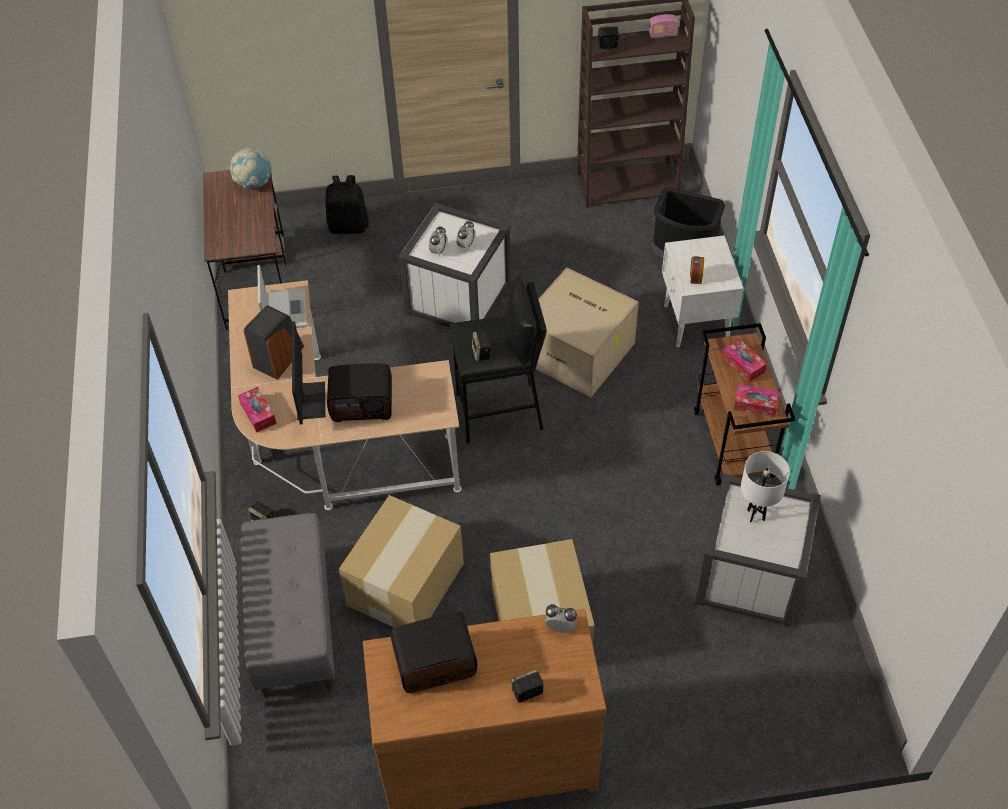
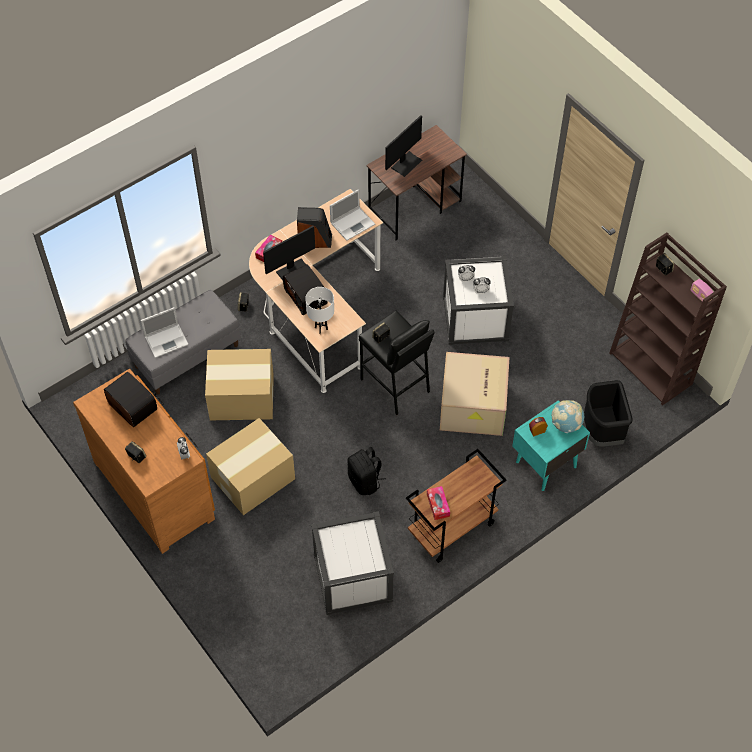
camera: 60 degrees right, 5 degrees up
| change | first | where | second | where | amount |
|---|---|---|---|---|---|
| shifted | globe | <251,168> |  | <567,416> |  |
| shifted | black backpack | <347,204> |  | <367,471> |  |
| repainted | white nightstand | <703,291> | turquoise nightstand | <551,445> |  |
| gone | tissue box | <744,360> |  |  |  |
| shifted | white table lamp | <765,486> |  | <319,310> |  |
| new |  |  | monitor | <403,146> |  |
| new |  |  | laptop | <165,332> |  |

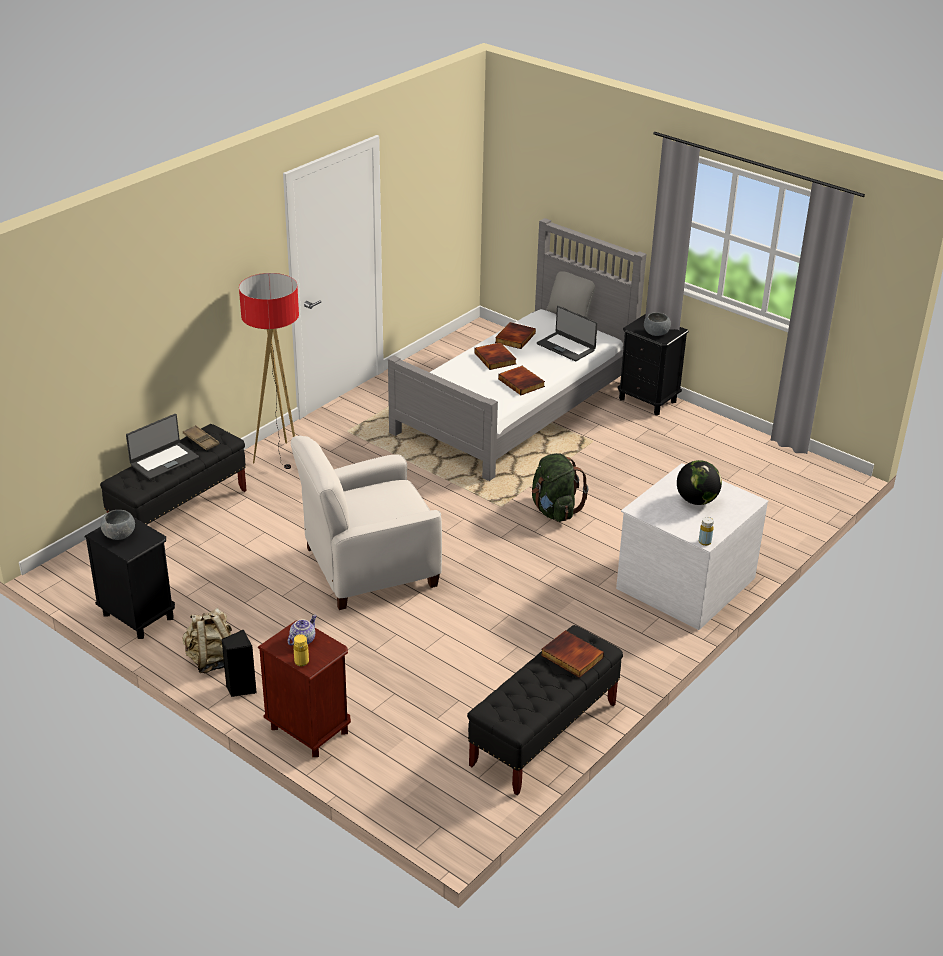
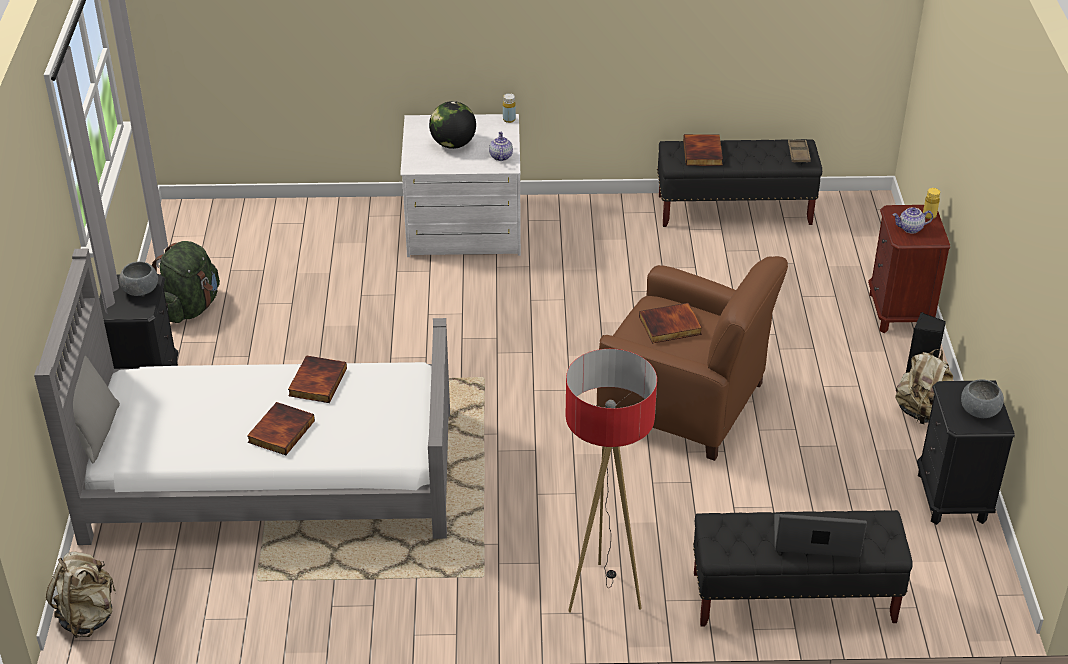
camera: 130 degrees left, 5 degrees up
| change | first | where | second | where | amount |
|---|---|---|---|---|---|
| gone | laptop | <567,333> |  |  |  |
| shifted | book | <515,335> |  | <670,323> |  |
| shifted | brown tray | <201,438> |  | <799,151> |  |
| repainted | white armchair | <366,523> | brown armchair | <692,358> |  |
| shifted | green backpack | <560,487> |  | <186,282> |  |
| new |  |  | teapot | <501,146> |  |
| new |  |  | beige backpack | <81,595> |  |

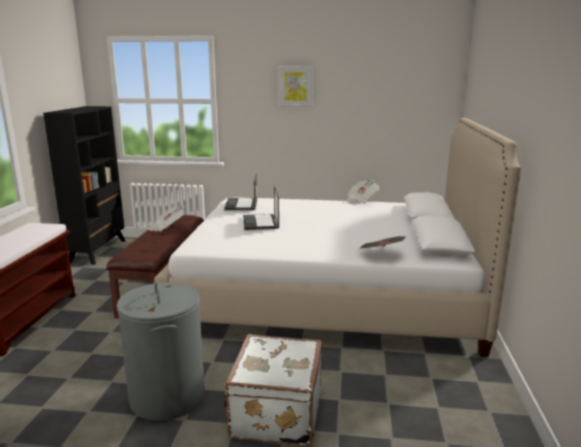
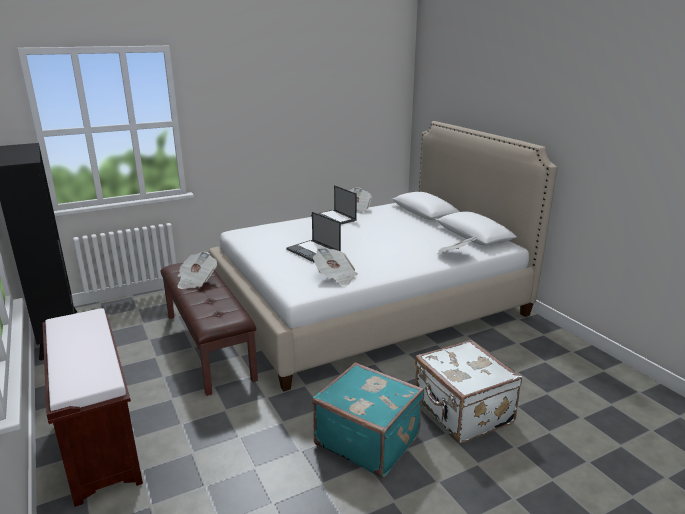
camera: 35 degrees left, 5 degrees up
| change | first | where | second | where | amount |
|---|---|---|---|---|---|
| gone | picture | <296,86> |  |  |  |
| shifted | laptop | <240,191> |  | <334,204> |  |
| swapped | grey laundry basket | <160,351> | turquoise suitcase | <368,420> |  |
| new |  |  | newspaper | <335,266> |  |

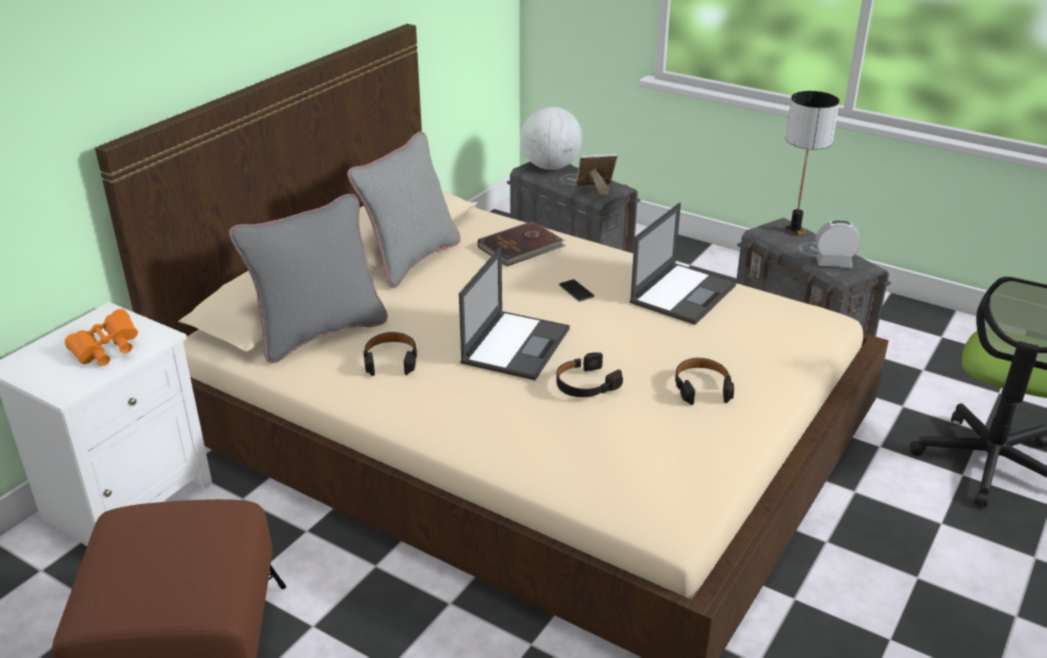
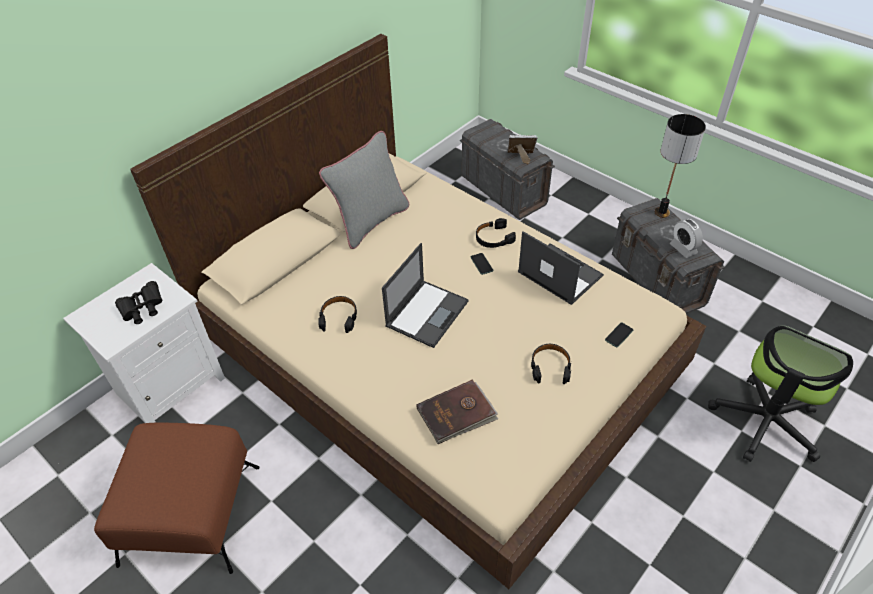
camera: 10 degrees right, 15 degrees up
| change | first | where | second | where | amount |
|---|---|---|---|---|---|
| gone | globe | <551,138> |  |  |  |
| gone | grey pillow | <308,278> |  |  |  |
| rotated | laptop | <682,264> |  | <561,268> | 90 degrees counterclockwise |
| rotated | alarm clock | <838,244> |  | <686,238> | 135 degrees counterclockwise |
| shifted | brown book | <522,243> |  | <457,411> |  |
| repainted | orange binoculars | <101,337> | black binoculars | <138,302> |  |
| shifted | black headphones | <589,374> |  | <496,233> |  |
| new |  |  | phone | <619,335> |  |

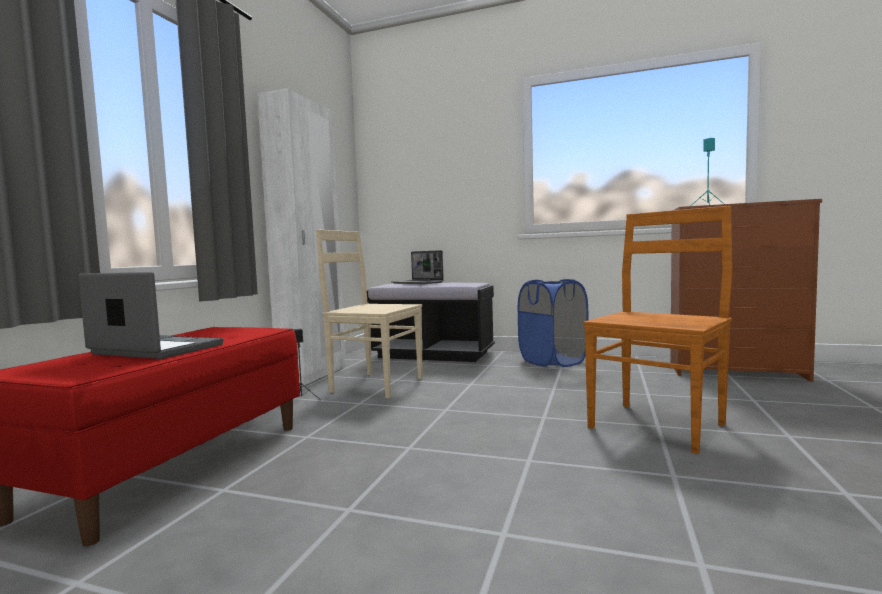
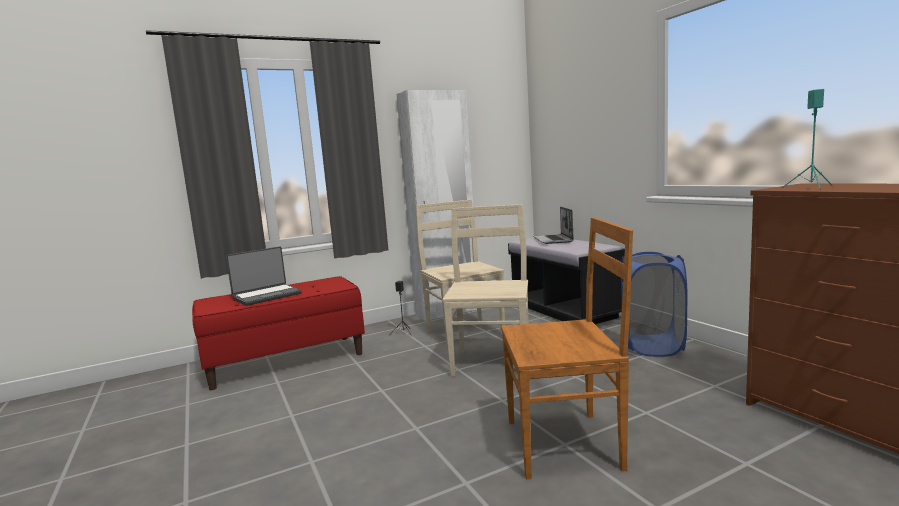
camera: 45 degrees right, 5 degrees up
| change | first | where | second | where | amount |
|---|---|---|---|---|---|
| rotated | laptop | <150,315> |  | <264,276> | 75 degrees clockwise |
| new |  |  | beige chair | <485,290> |  |

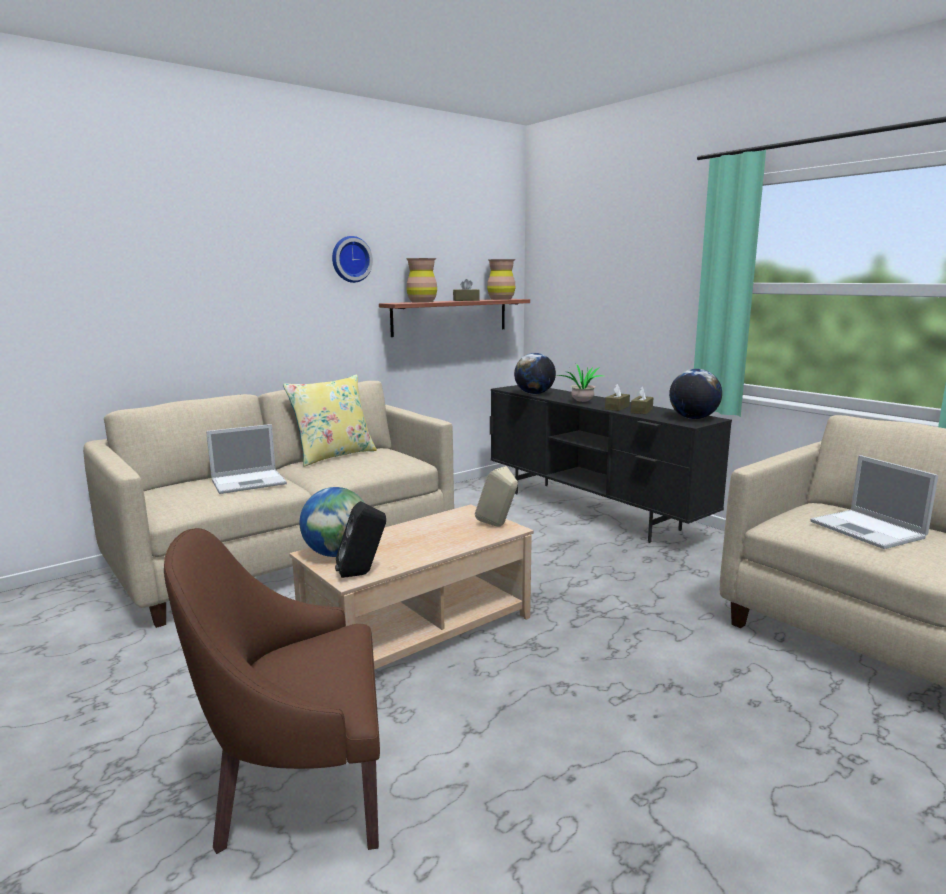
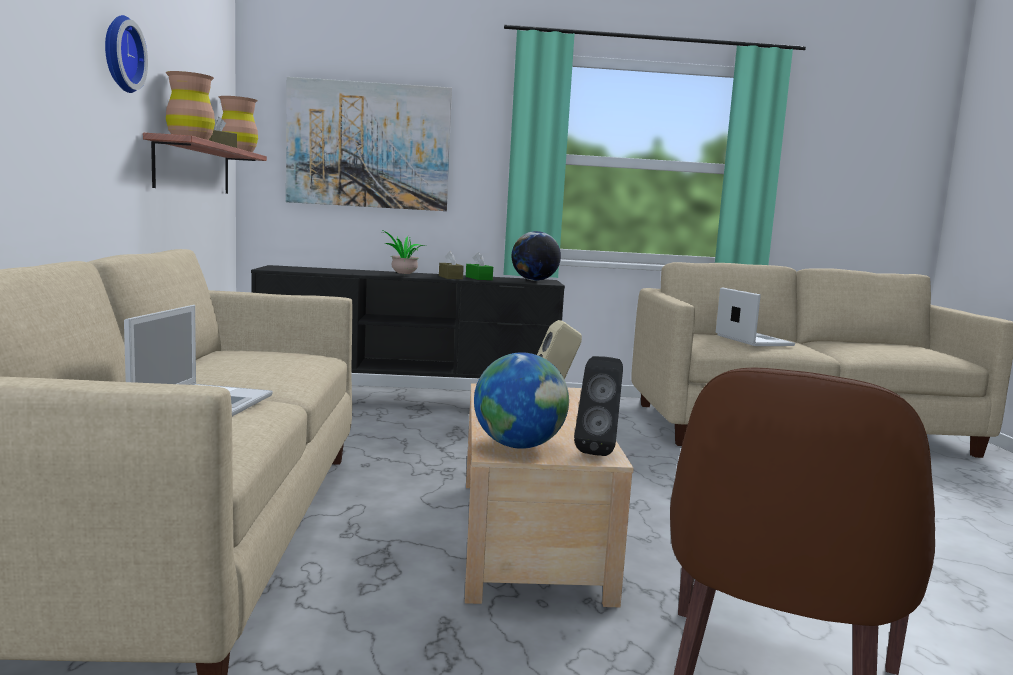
camera: 55 degrees left, 5 degrees down
| change | first | where | second | where | amount |
|---|---|---|---|---|---|
| gone | globe | <535,373> |  |  |  |
| gone | yellow pillow | <330,421> |  |  |  |
| repainted | brown tissue box | <642,400> | green tissue box | <479,266> |  |
| rotated | laptop | <874,502> |  | <755,316> | 120 degrees counterclockwise |
| new |  |  | picture | <369,144> |  |

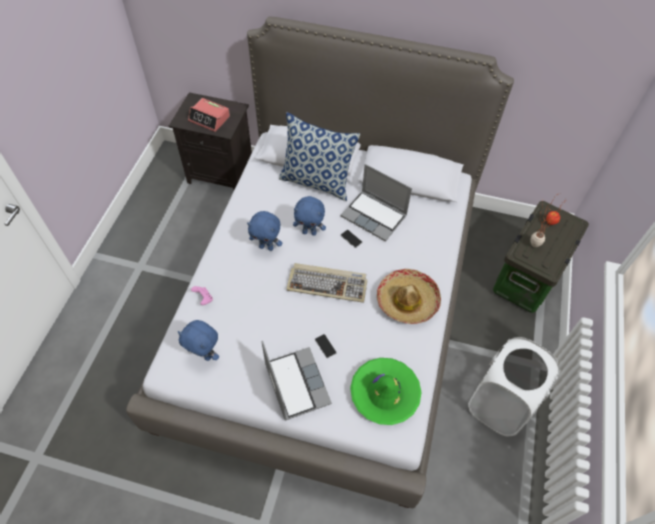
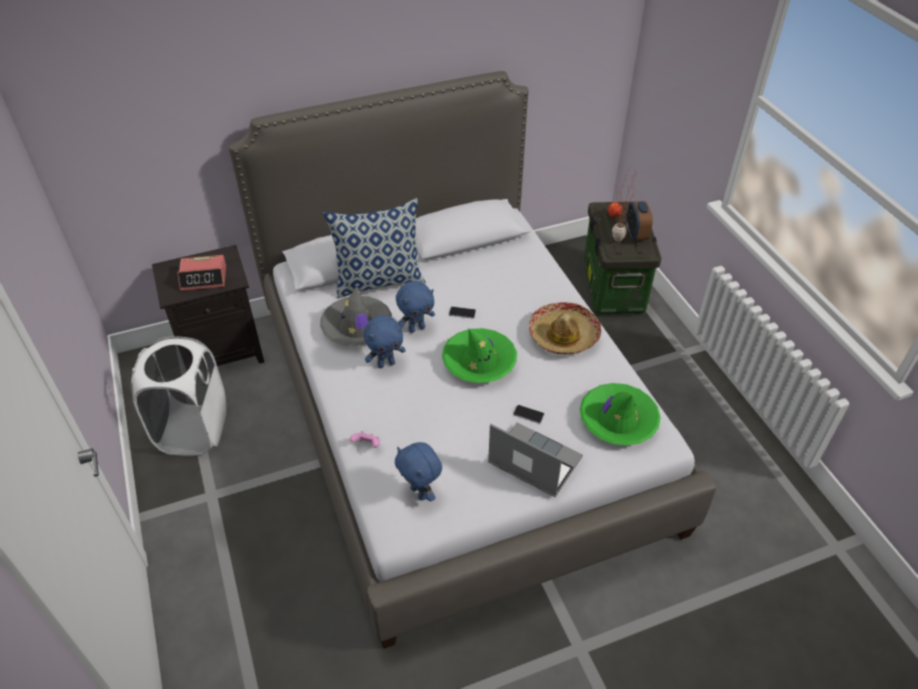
camera: 35 degrees left, 10 degrees down
| change | first | where | second | where | amount |
|---|---|---|---|---|---|
| gone | laptop | <376,203> |  |  |  |
| swapped | keyboard | <327,283> | green hat | <479,355> |  |
| rotated | blue plush toy | <198,340> |  | <418,471> | 60 degrees clockwise |
| shifted | white laundry basket | <514,387> |  | <179,396> |  |
| new |  |  | alarm clock | <639,221> |  |
| new |  |  | grey hat | <356,316> |  |

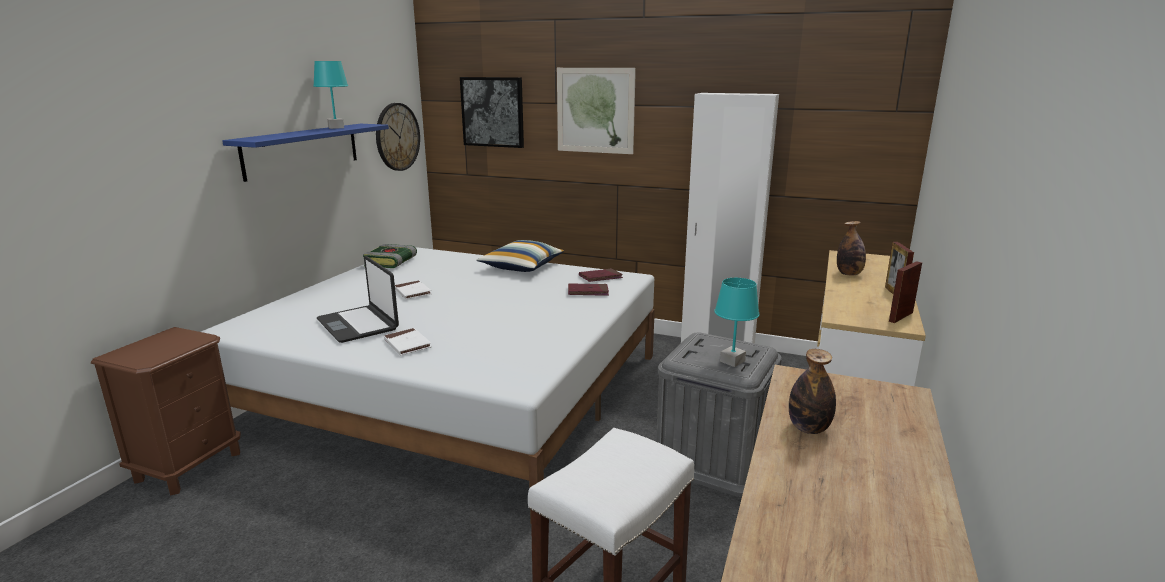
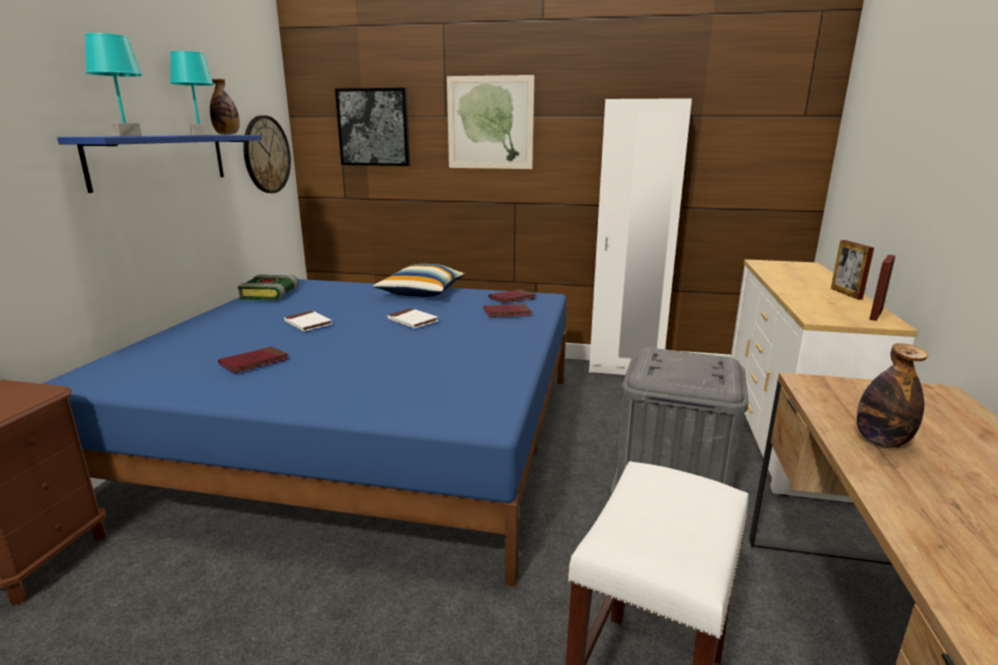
camera: 10 degrees left, 0 degrees up
| change | first | where | second | where | amount |
|---|---|---|---|---|---|
| shifted | bottle | <851,248> |  | <225,107> |  |
| repainted | white bed | <428,383> | blue bed | <304,433> |  |
| swapped | laptop | <358,299> | red book | <253,359> |  |
| shifted | turquoise table lamp | <737,322> |  | <113,84> |  |
| shifted | white book | <408,341> |  | <412,318> |  |

